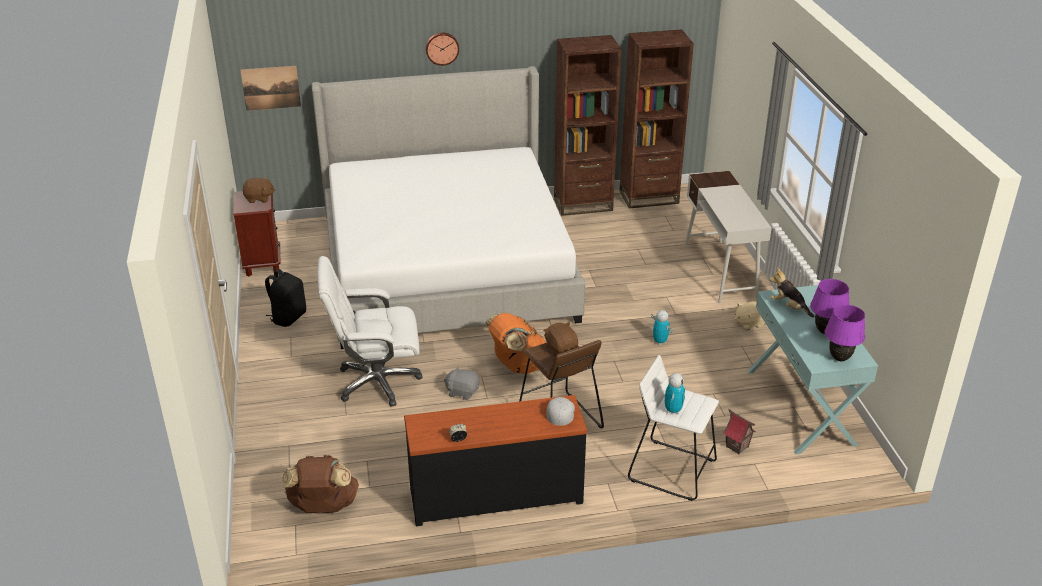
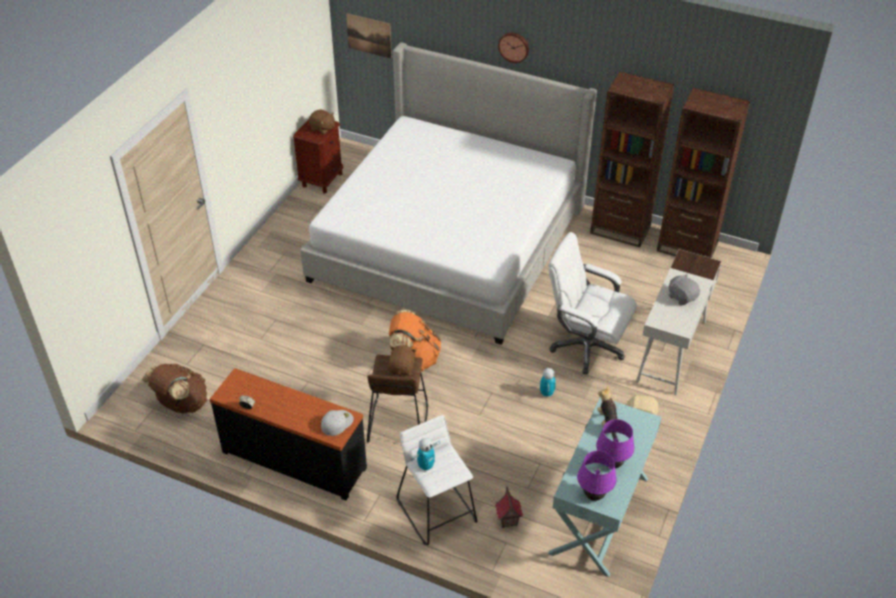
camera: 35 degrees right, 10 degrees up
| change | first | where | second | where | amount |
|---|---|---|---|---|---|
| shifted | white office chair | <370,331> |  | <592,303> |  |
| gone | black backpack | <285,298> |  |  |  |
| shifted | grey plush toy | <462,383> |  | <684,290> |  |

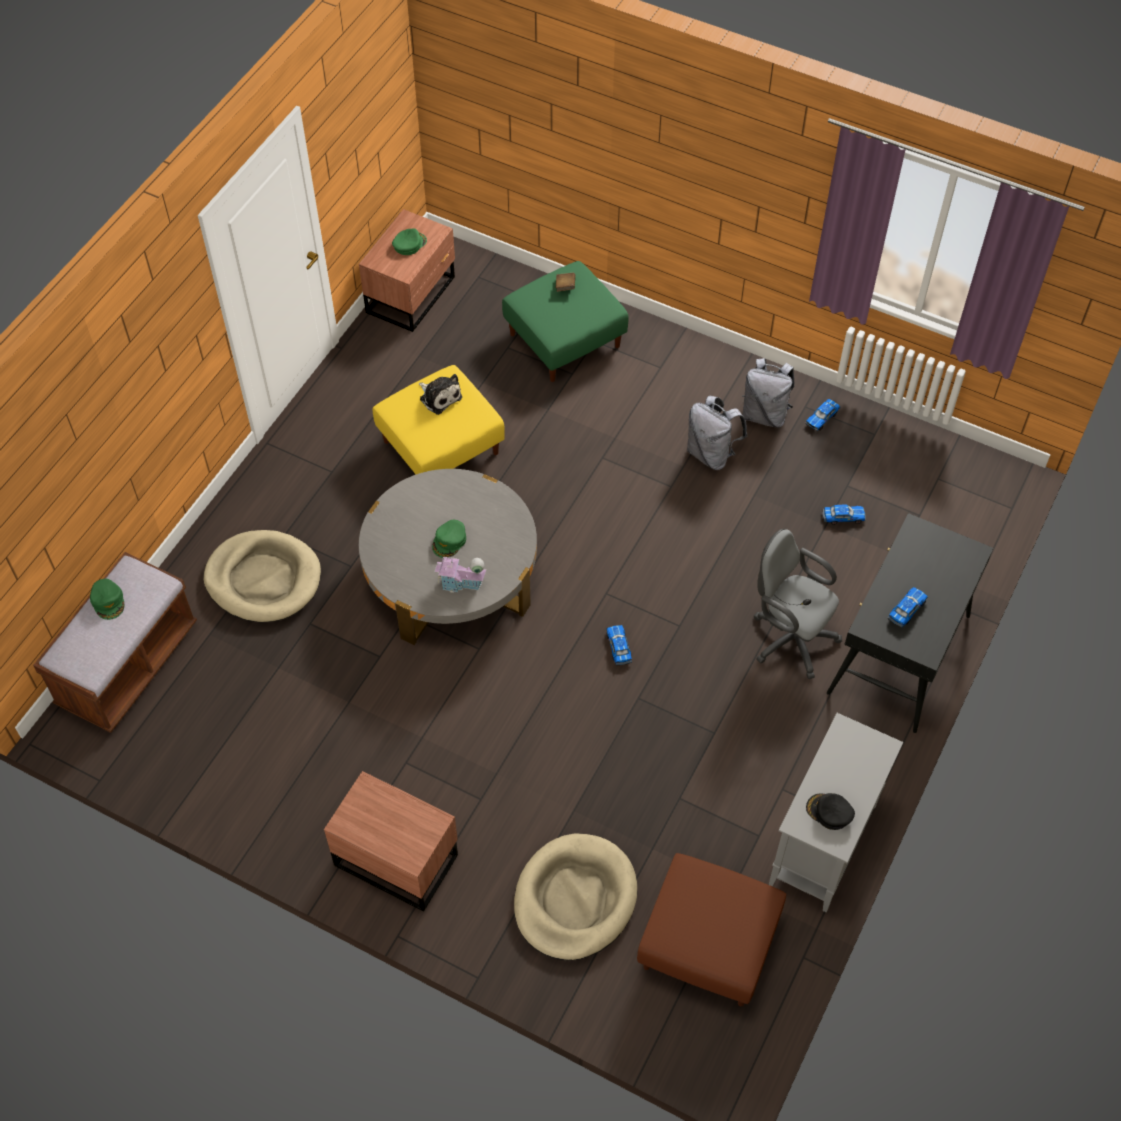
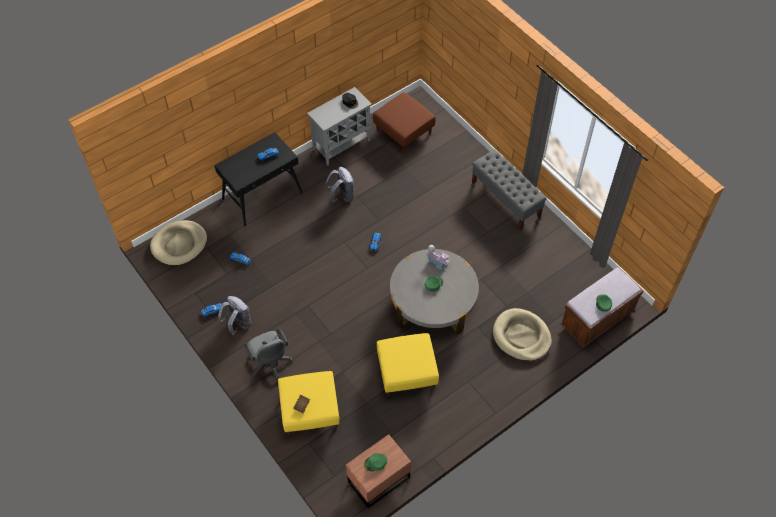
camera: 155 degrees left, 0 degrees up
| change | first | where | second | where | amount |
|---|---|---|---|---|---|
| repainted | green ottoman | <565,321> | yellow ottoman | <308,403> |  |
| gone | plush toy | <440,394> |  |  |  |
| shifted | grey backpack | <717,433> |  | <339,184> |  |
| shifted | grey office chair | <797,604> |  | <268,355> |  |
| swapped | brown nightstand | <391,841> | grey bench | <509,189> |  |
| shifted | beige dog bed | <575,897> |  | <178,243> |  |

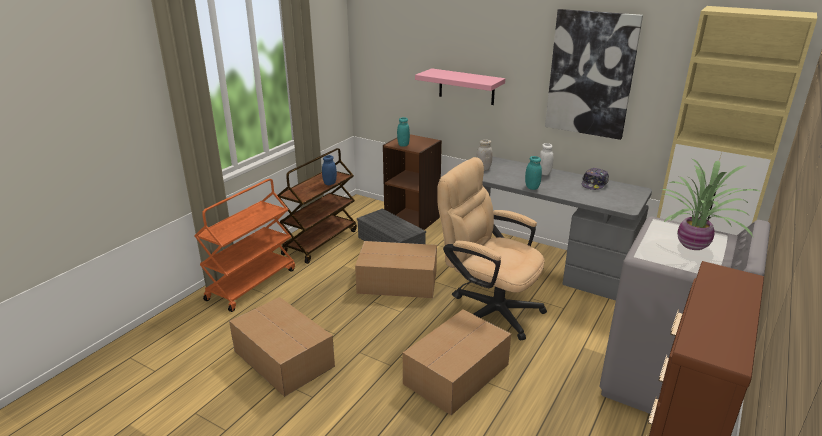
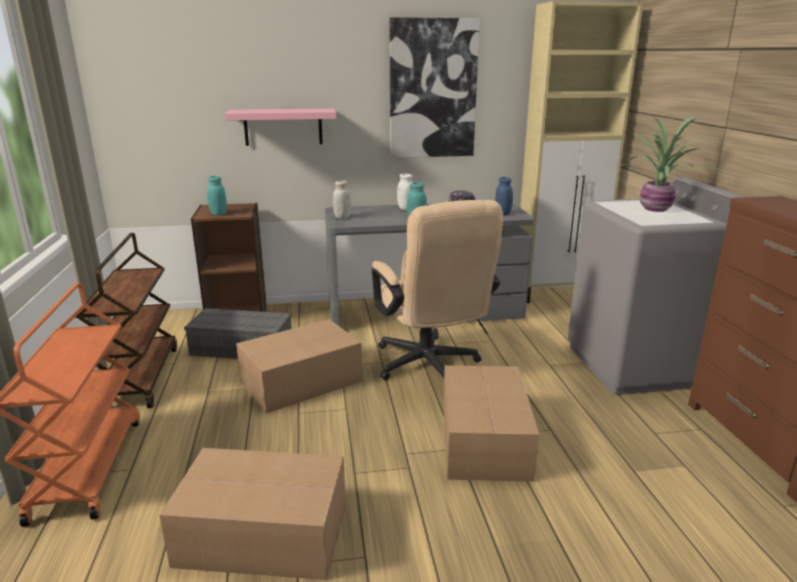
camera: 40 degrees left, 5 degrees down
| change | first | where | second | where | amount |
|---|---|---|---|---|---|
| shifted | blue jar | <329,170> |  | <504,196> |  |
| rotated | beige office chair | <492,248> |  | <437,290> | 105 degrees counterclockwise |

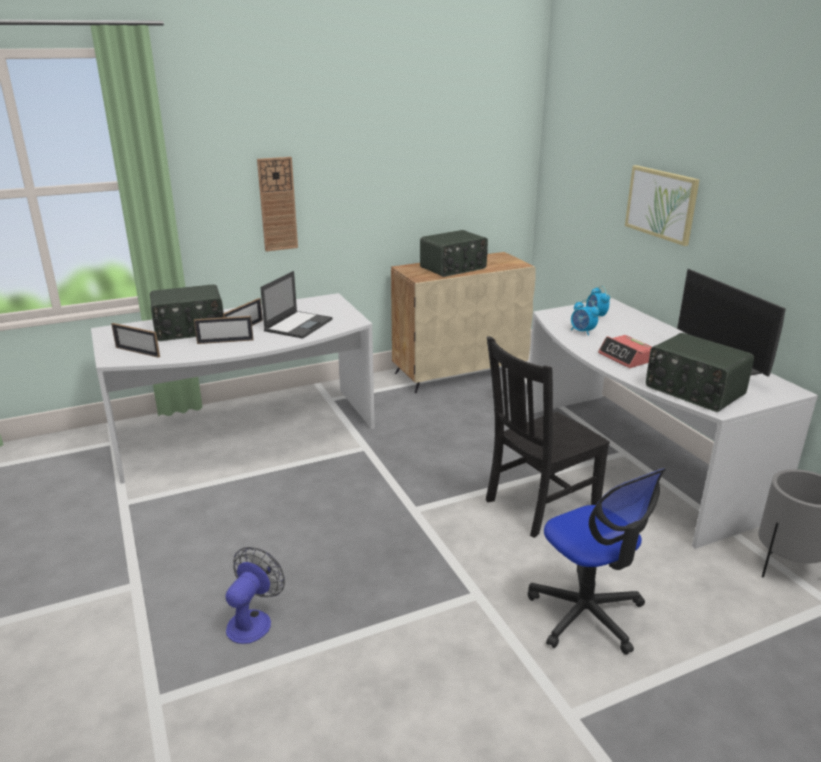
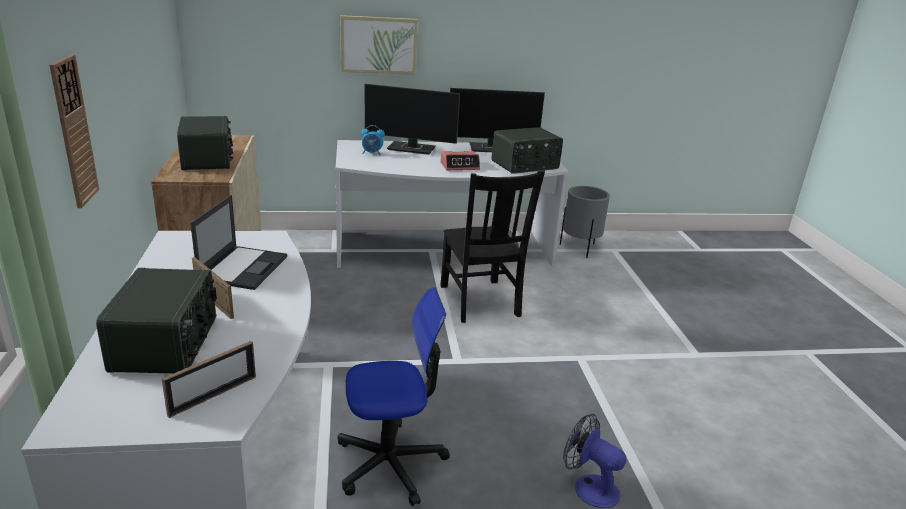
camera: 75 degrees left, 0 degrees up
| change | first | where | second | where | amount |
|---|---|---|---|---|---|
| rotated | laptop | <296,305> |  | <238,242> | 60 degrees clockwise |
| gone | alarm clock | <585,317> |  |  |  |
| gone | picture frame | <223,330> |  |  |  |
| shifted | office chair | <597,561> |  | <393,396> |  |
| new |  |  | monitor | <412,119> |  |

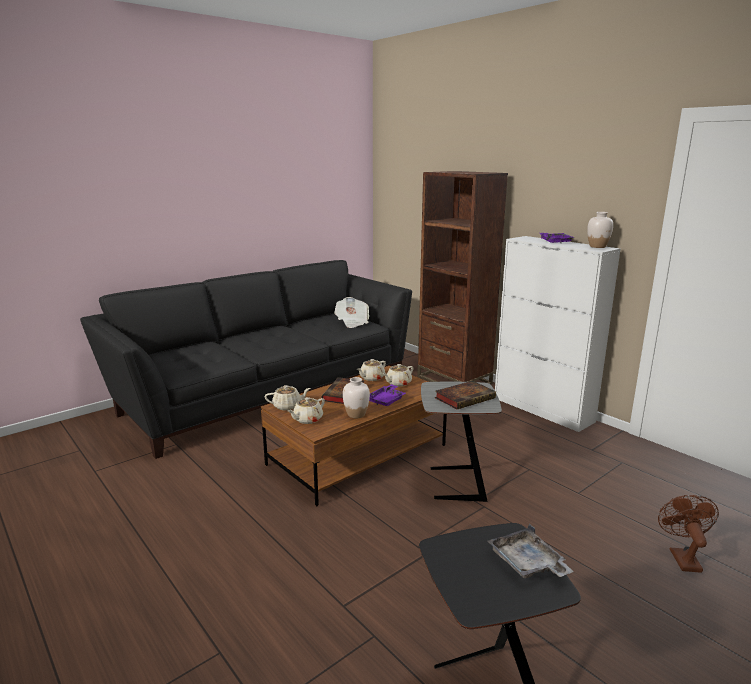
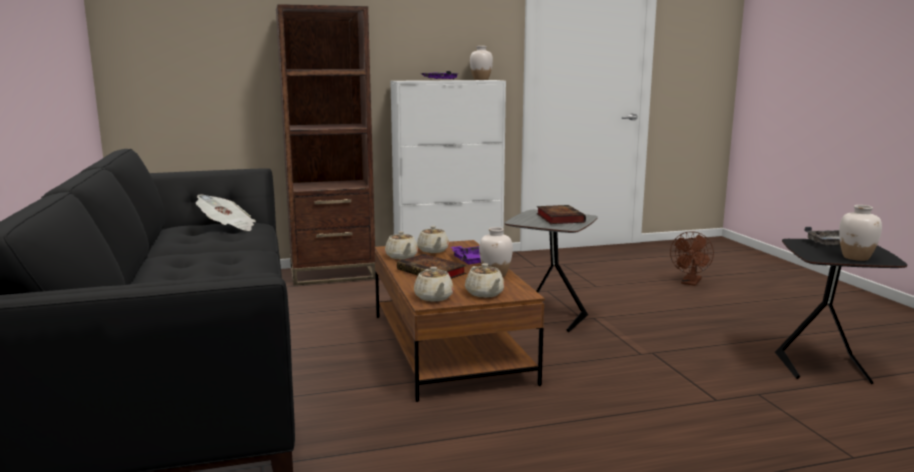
camera: 65 degrees left, 5 degrees down
| change | first | where | second | where | amount |
|---|---|---|---|---|---|
| rotated | beige teapot | <288,397> |  | <434,284> | 150 degrees clockwise |
| rotated | brown fan | <688,534> |  | <692,258> | 90 degrees counterclockwise |
| new |  |  | white vase | <860,233> |  |

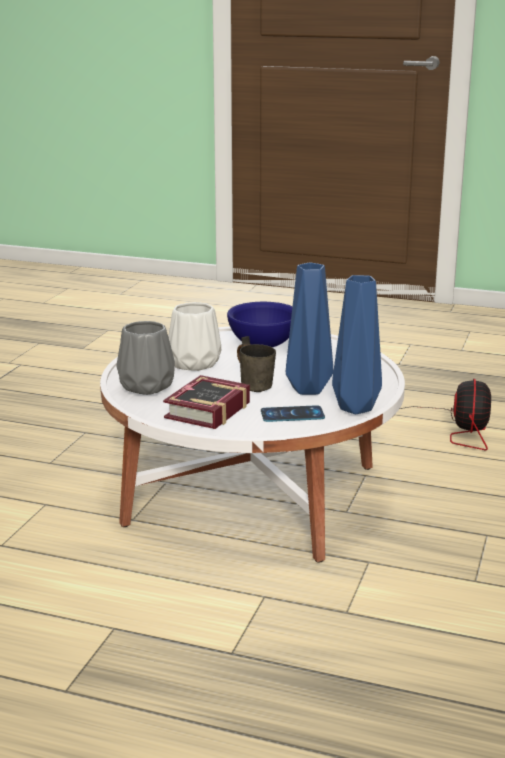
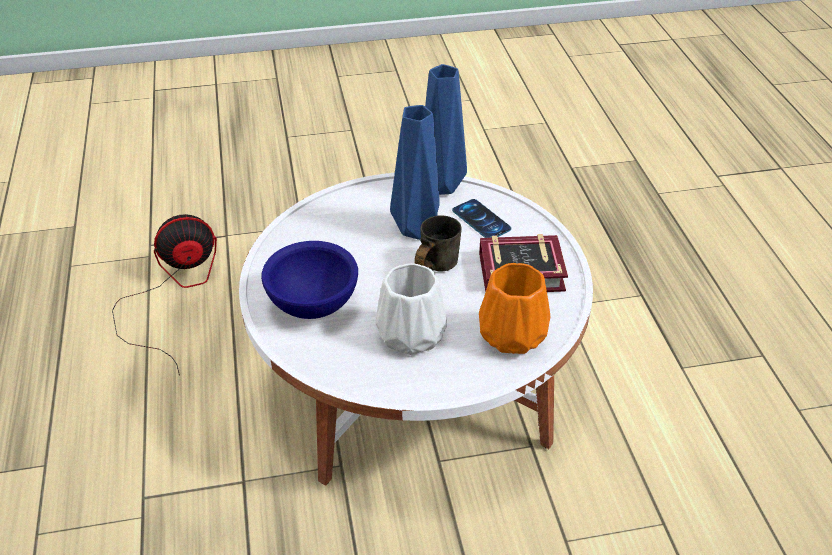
camera: 120 degrees left, 20 degrees up
| change | first | where | second | where | amount |
|---|---|---|---|---|---|
| repainted | grey vase | <145,358> | orange vase | <514,308> |  |

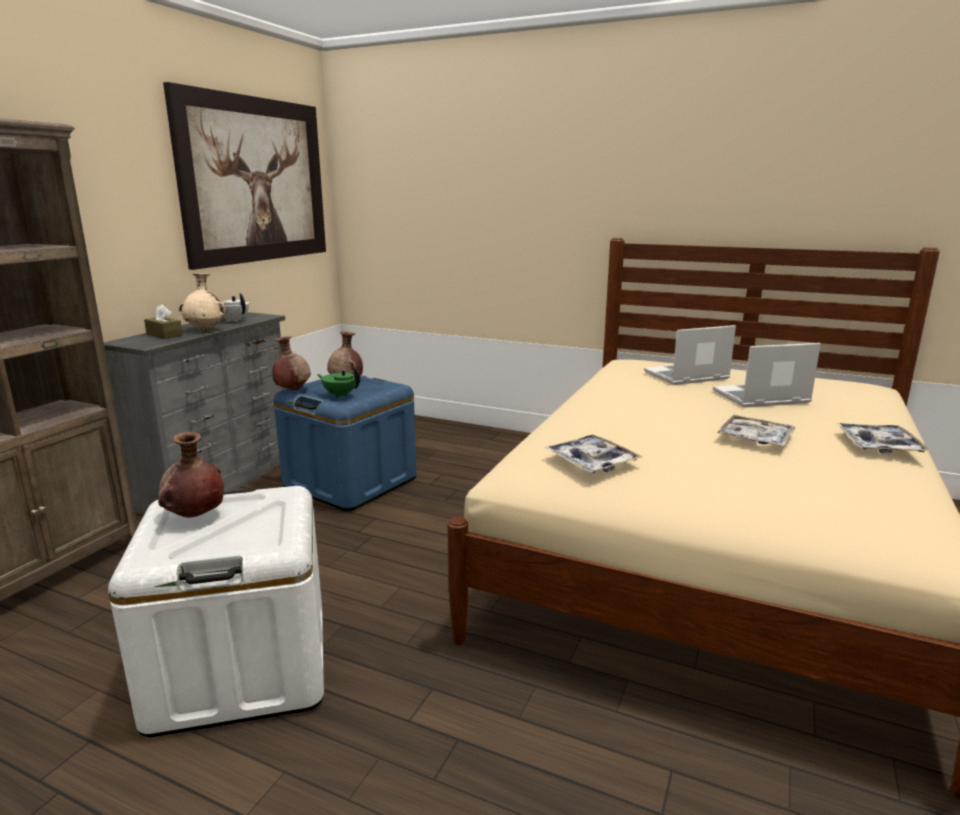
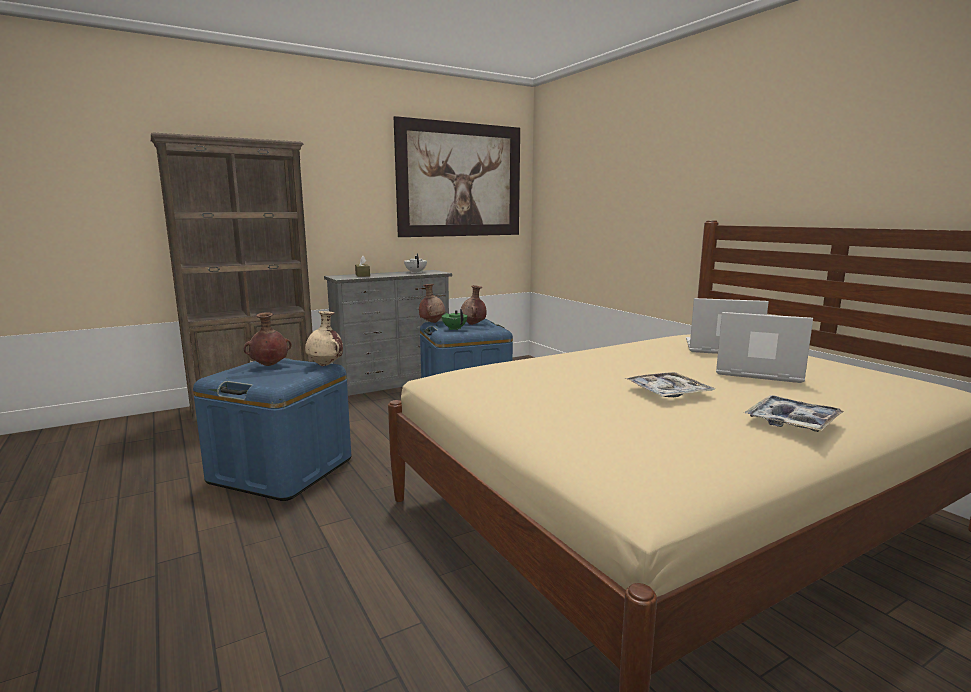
camera: 35 degrees right, 5 degrees down
| change | first | where | second | where | amount |
|---|---|---|---|---|---|
| shifted | beige vase | <203,302> |  | <324,338> |  |
| gone | tray | <593,454> |  |  |  |
| repainted | white storage box | <216,611> | blue storage box | <272,429> |  |

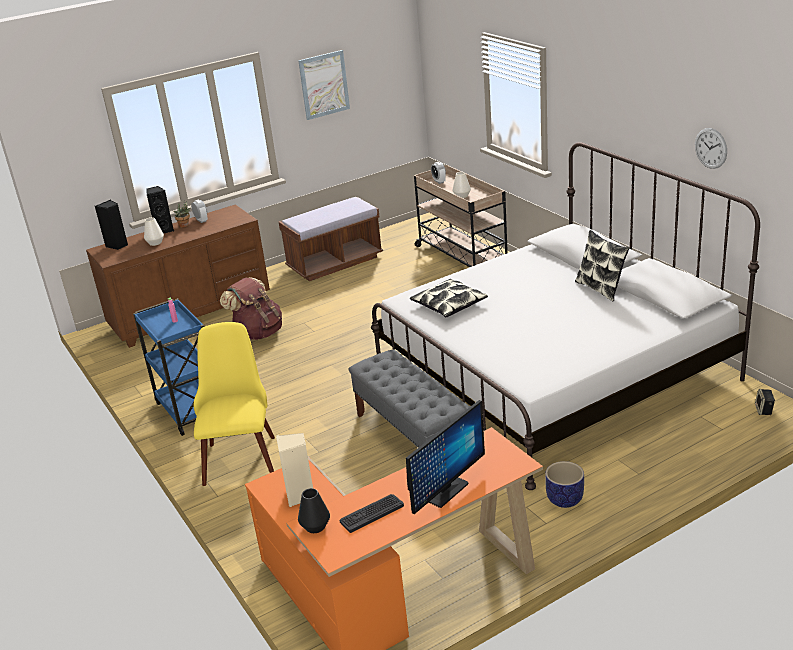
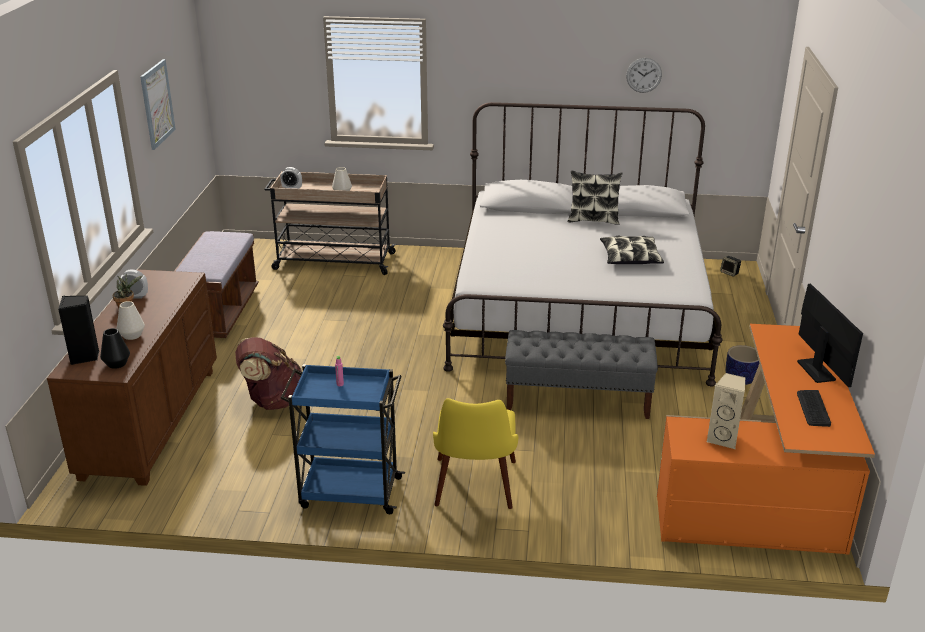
camera: 55 degrees left, 0 degrees up
| change | first | where | second | where | amount |
|---|---|---|---|---|---|
| gone | black speaker | <160,210> |  |  |  |
| shifted | pillow | <449,298> |  | <632,249> |  |
| rotated | yellow chair | <234,404> |  | <475,453> | 120 degrees counterclockwise |
| shifted | black vase | <314,510> |  | <115,348> |  |

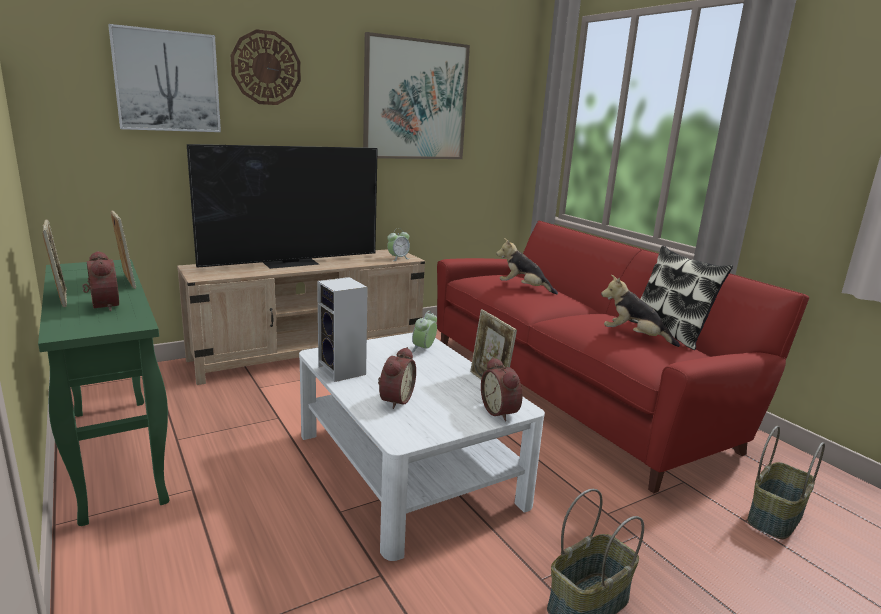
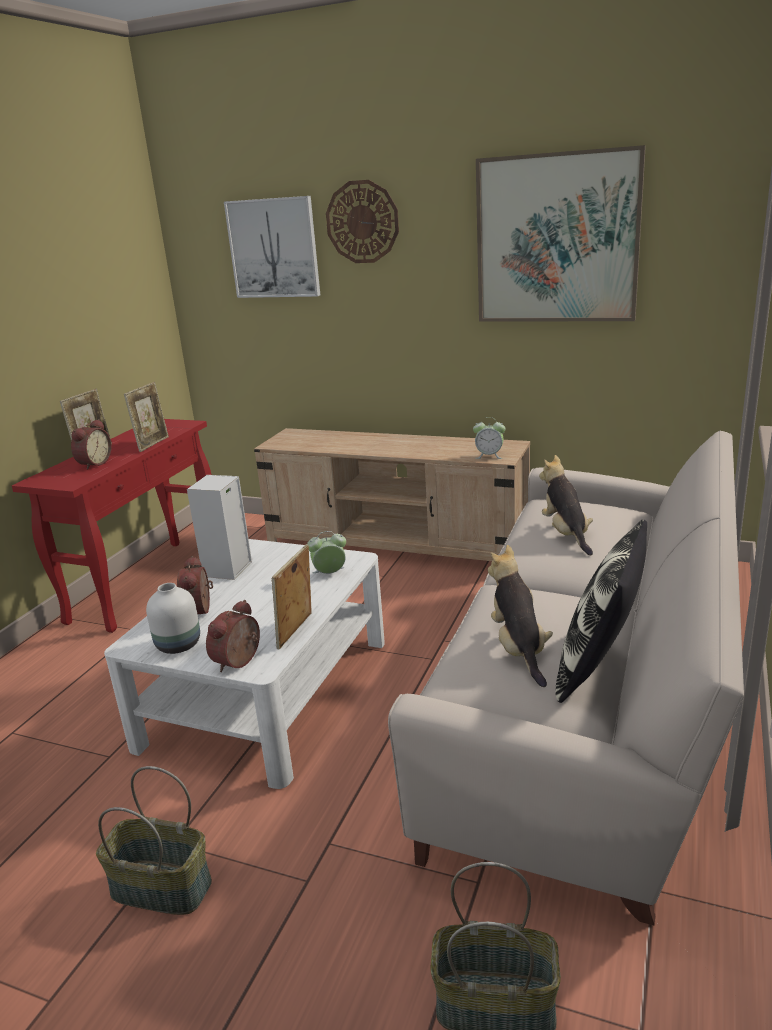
camera: 55 degrees right, 5 degrees up
| change | first | where | second | where | amount |
|---|---|---|---|---|---|
| gone | television | <282,206> |  |  |  |
| repainted | red sofa | <623,357> | beige sofa | <566,677> |  |
| repainted | green console table | <104,392> | red console table | <112,526> |  |
| rotated | alarm clock | <397,378> |  | <195,585> | 105 degrees clockwise |
| new |  |  | white vase | <173,618> |  |

